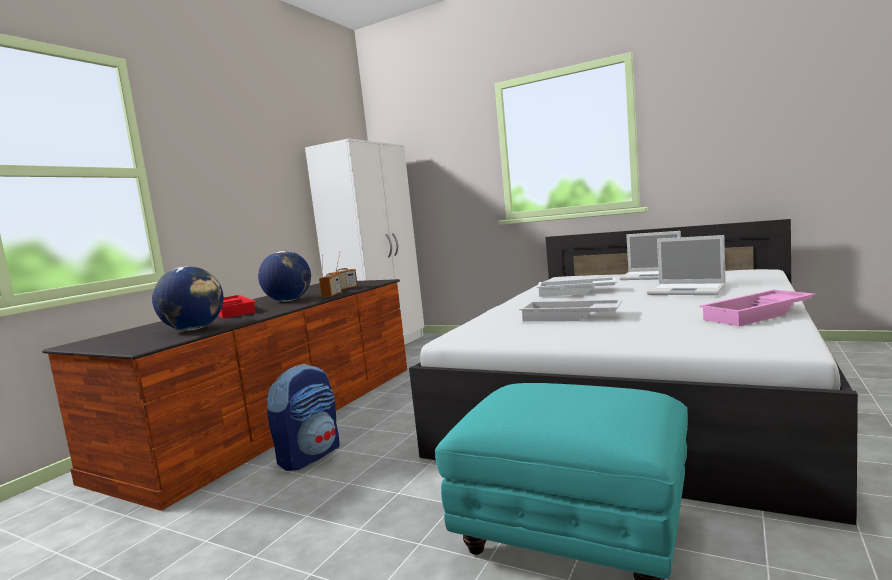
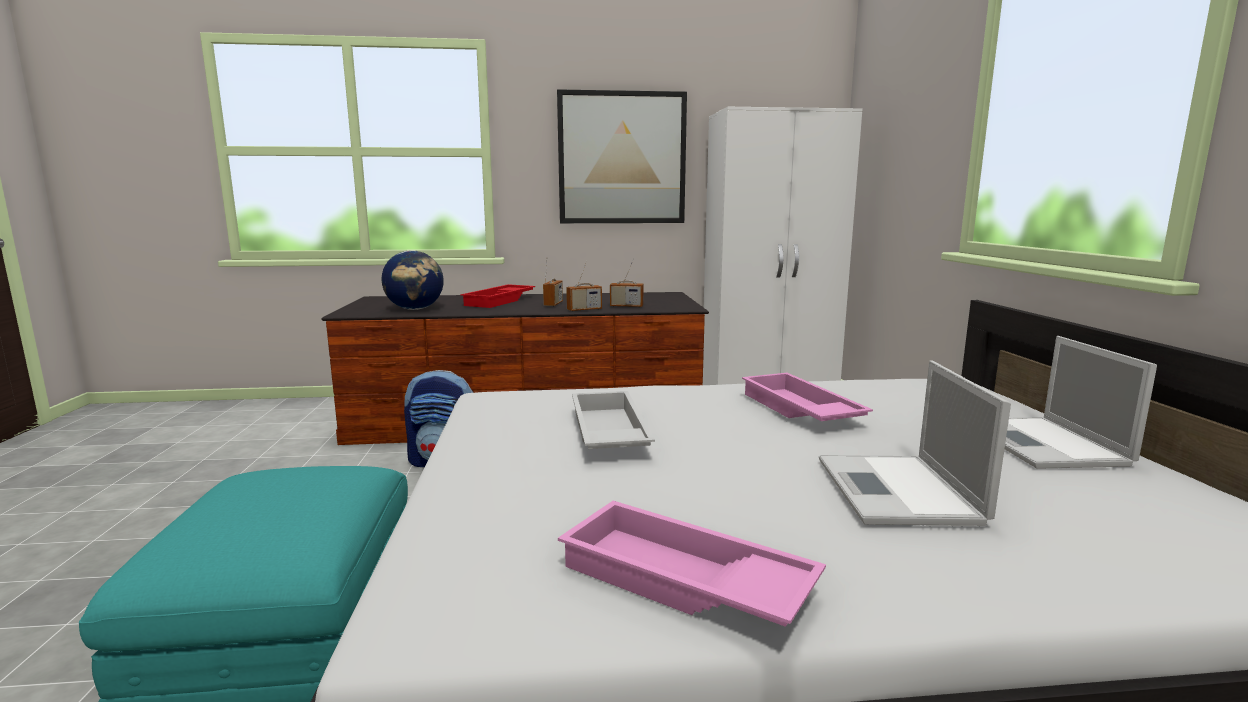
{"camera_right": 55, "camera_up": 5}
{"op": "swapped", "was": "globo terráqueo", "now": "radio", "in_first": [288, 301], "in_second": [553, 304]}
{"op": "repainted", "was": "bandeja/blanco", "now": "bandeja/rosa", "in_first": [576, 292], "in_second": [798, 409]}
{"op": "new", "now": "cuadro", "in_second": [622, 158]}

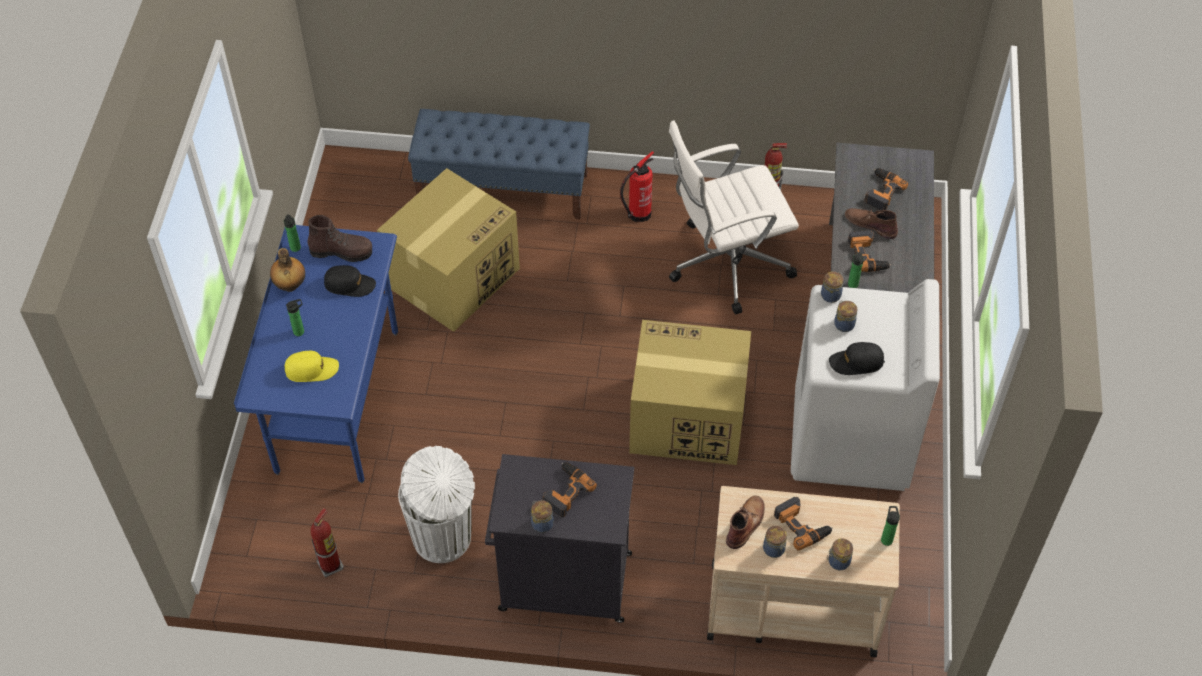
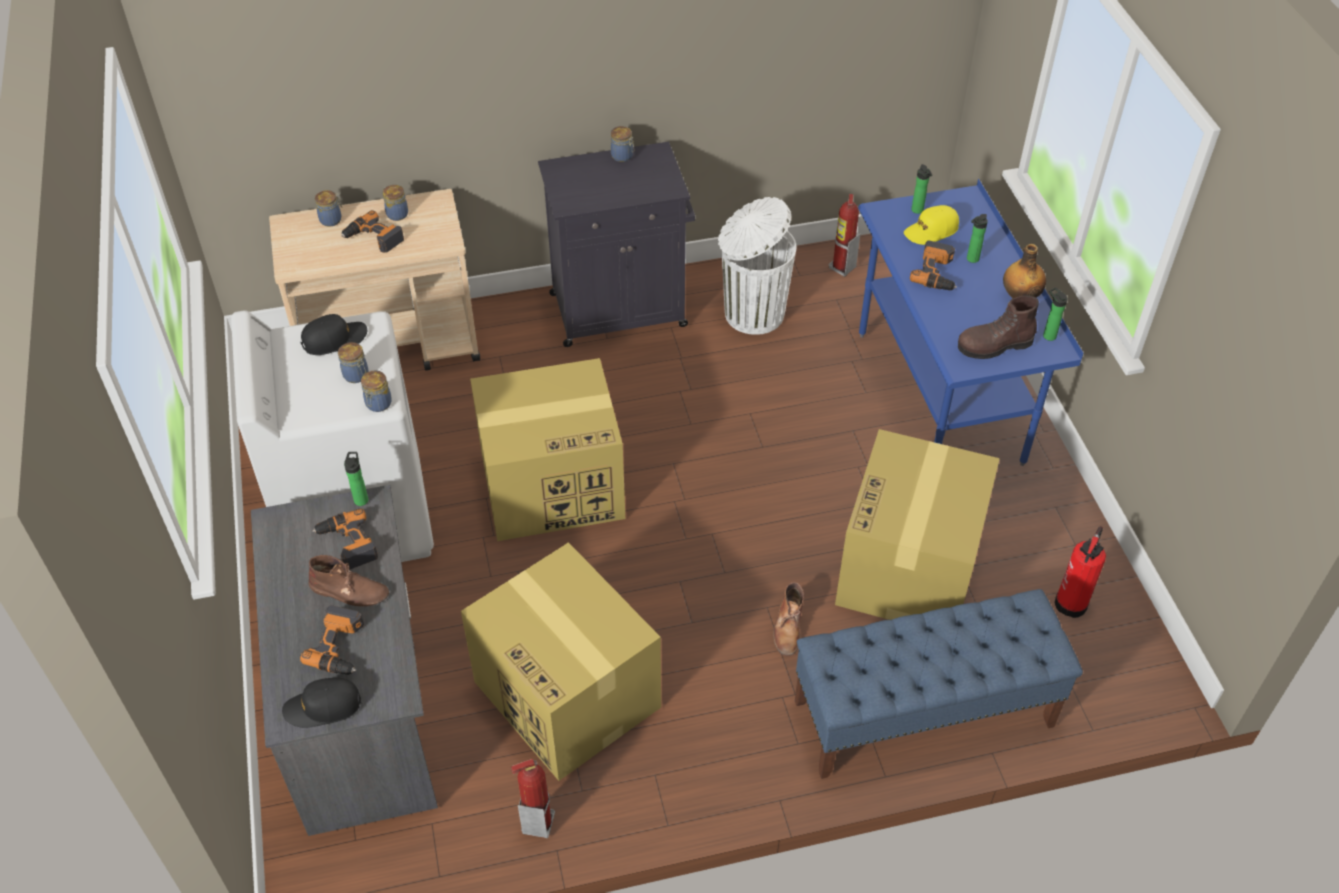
{"camera_right": 160, "camera_up": -5}
{"op": "shifted", "was": "gorra/negro", "in_first": [350, 284], "in_second": [323, 707]}
{"op": "shifted", "was": "taladro", "in_first": [565, 491], "in_second": [937, 272]}
{"op": "shifted", "was": "extintor", "in_first": [637, 214], "in_second": [1072, 602]}
{"op": "swapped", "was": "silla de oficina/blanco", "now": "caja de cartón", "in_first": [726, 263], "in_second": [569, 695]}
{"op": "shifted", "was": "bota/marrón", "in_first": [746, 523], "in_second": [788, 627]}
{"op": "shifted", "was": "botella", "in_first": [886, 538], "in_second": [918, 211]}

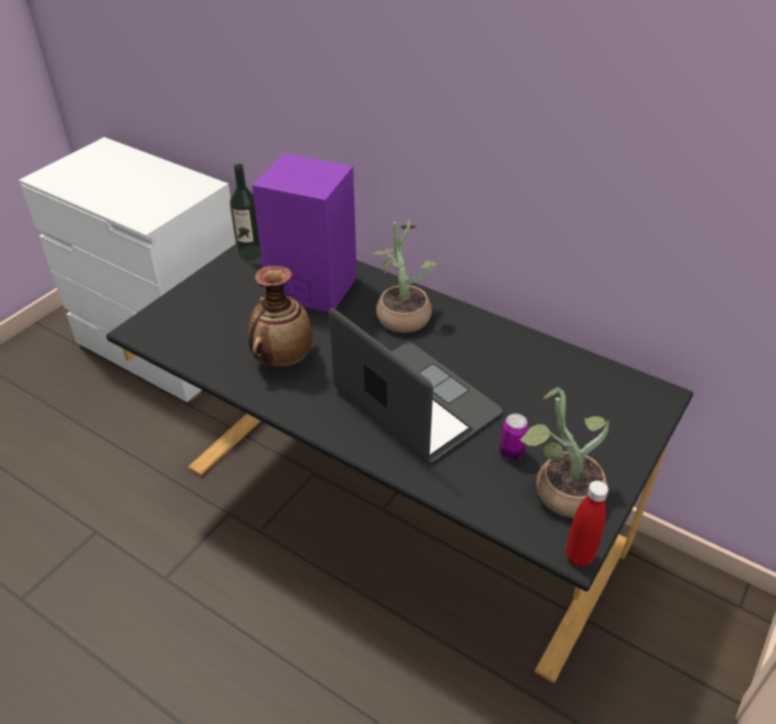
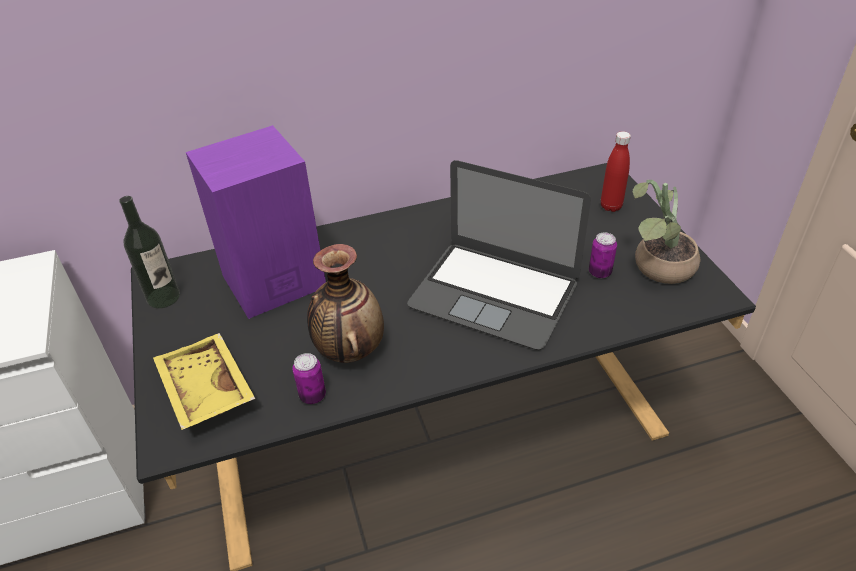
{"camera_right": -50, "camera_up": 0}
{"op": "rotated", "was": "portátil", "in_first": [415, 401], "in_second": [494, 293], "clockwise": -150}
{"op": "gone", "was": "planta en maceta", "in_first": [401, 313]}
{"op": "shifted", "was": "botella/rojo", "in_first": [579, 556], "in_second": [611, 206]}
{"op": "new", "now": "bandeja/amarillo", "in_second": [204, 390]}
{"op": "new", "now": "lata", "in_second": [312, 395]}

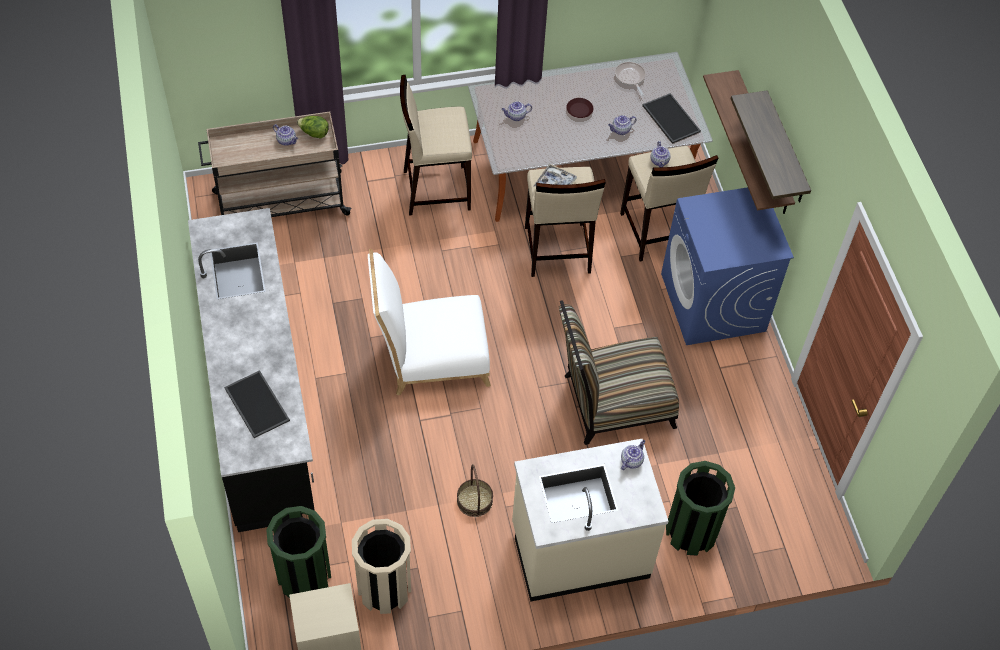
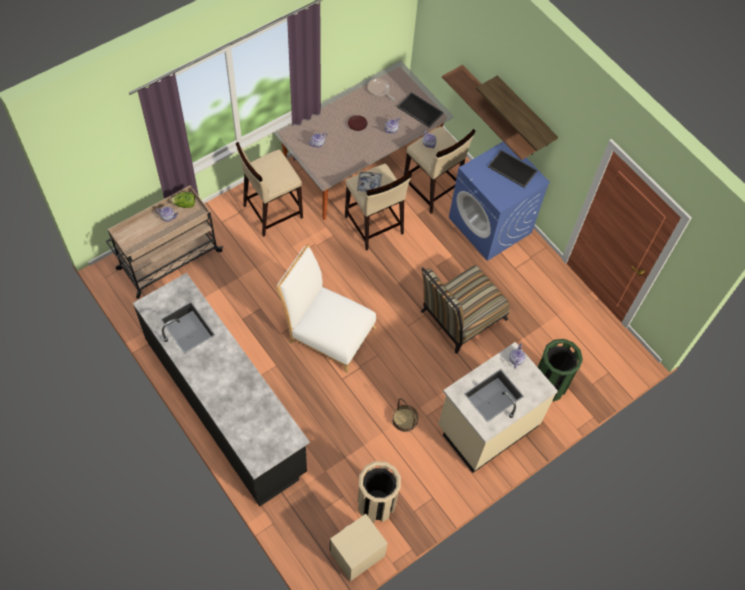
{"camera_right": -25, "camera_up": 5}
{"op": "shifted", "was": "bandeja", "in_first": [255, 404], "in_second": [511, 169]}
{"op": "gone", "was": "papelera/verde", "in_first": [304, 576]}
{"op": "rotated", "was": "silla/blanco", "in_first": [430, 357], "in_second": [327, 332], "clockwise": 60}

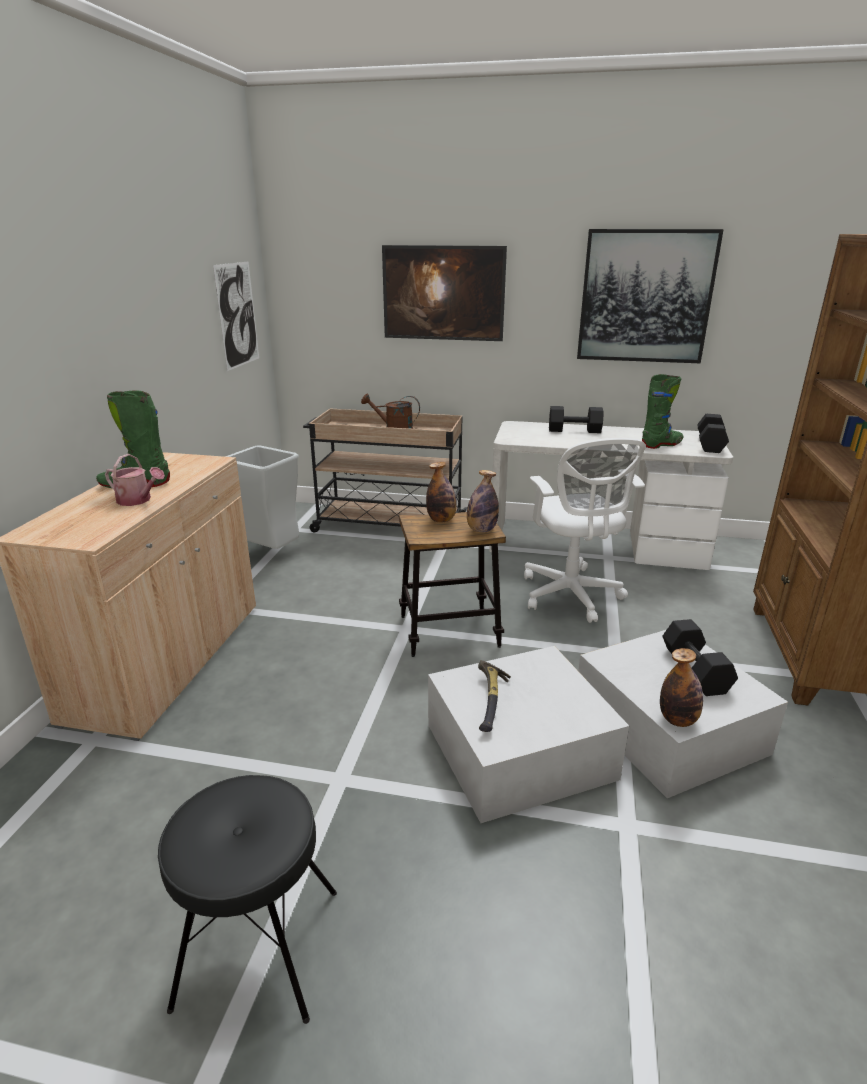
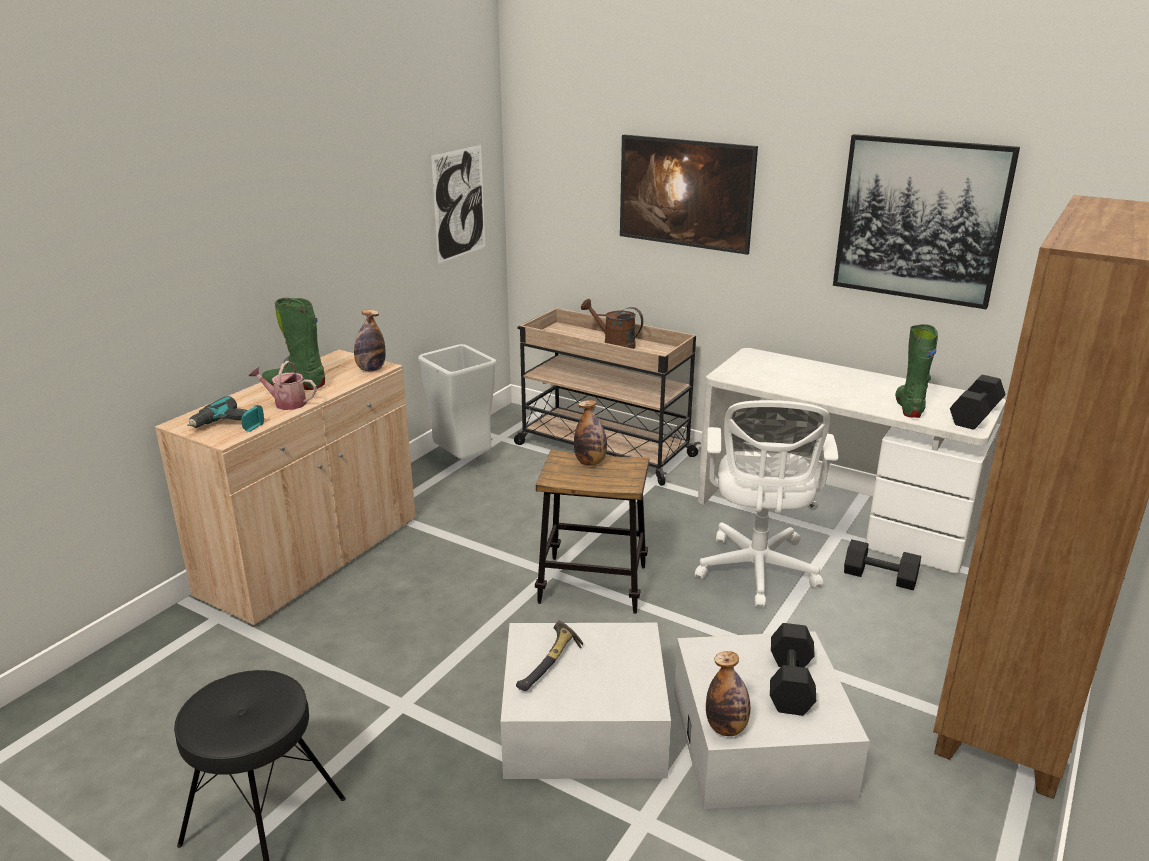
{"camera_right": 20, "camera_up": 0}
{"op": "rotated", "was": "regadera", "in_first": [138, 500], "in_second": [286, 403], "clockwise": 150}
{"op": "shifted", "was": "botella", "in_first": [481, 530], "in_second": [371, 369]}
{"op": "shifted", "was": "mancuerna/negro", "in_first": [574, 430], "in_second": [879, 577]}
{"op": "rotated", "was": "bota/verde", "in_first": [661, 445], "in_second": [909, 407], "clockwise": -75}
{"op": "new", "now": "taladro", "in_second": [229, 426]}

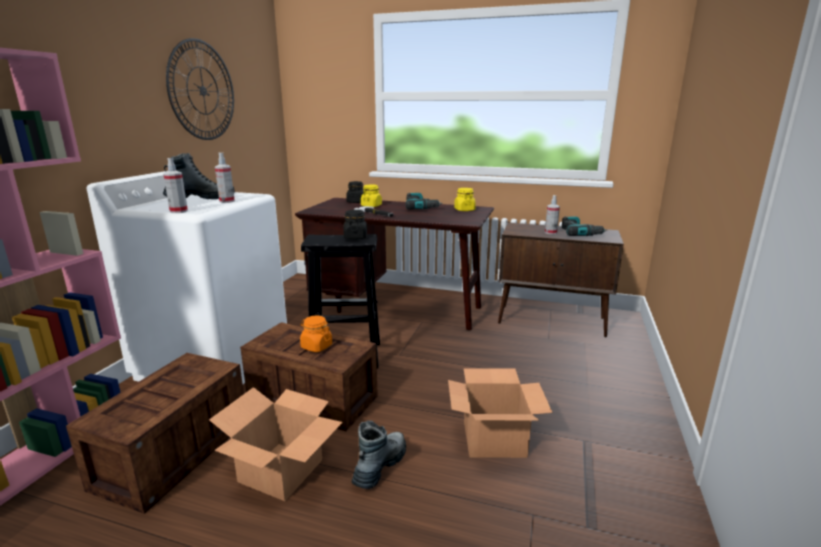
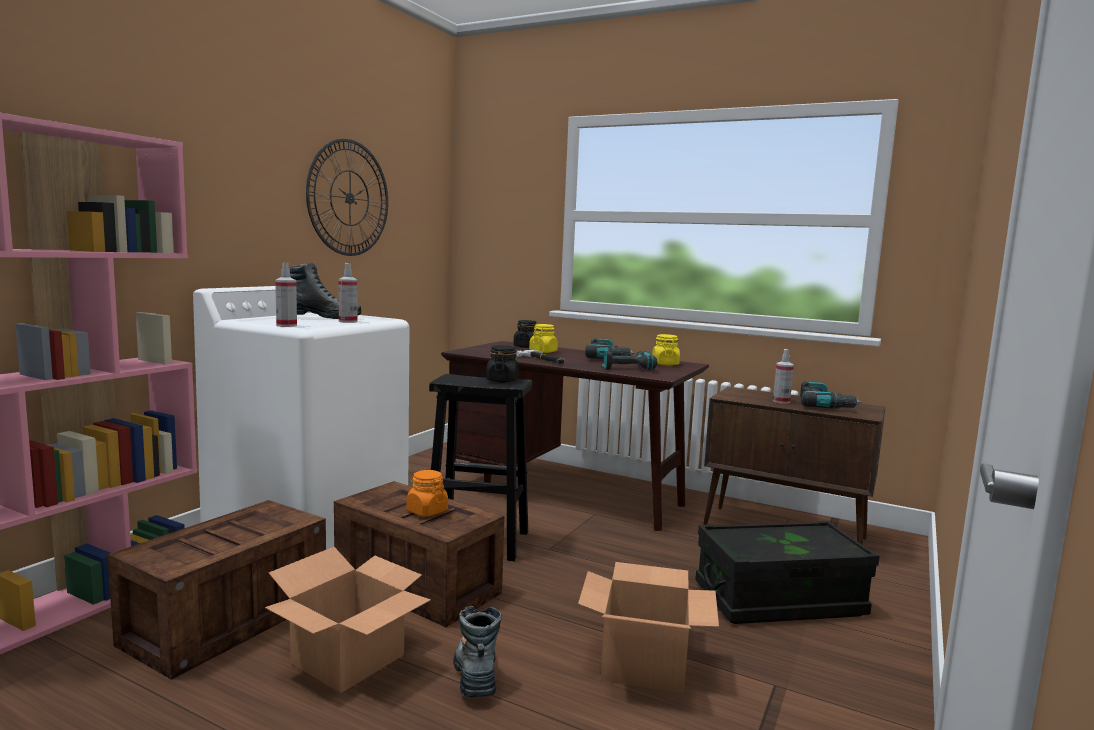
{"camera_right": 10, "camera_up": -10}
{"op": "rotated", "was": "bota", "in_first": [380, 466], "in_second": [476, 672], "clockwise": -45}
{"op": "new", "now": "taladro", "in_second": [627, 367]}
{"op": "new", "now": "caja de almacenaje/negro", "in_second": [779, 600]}

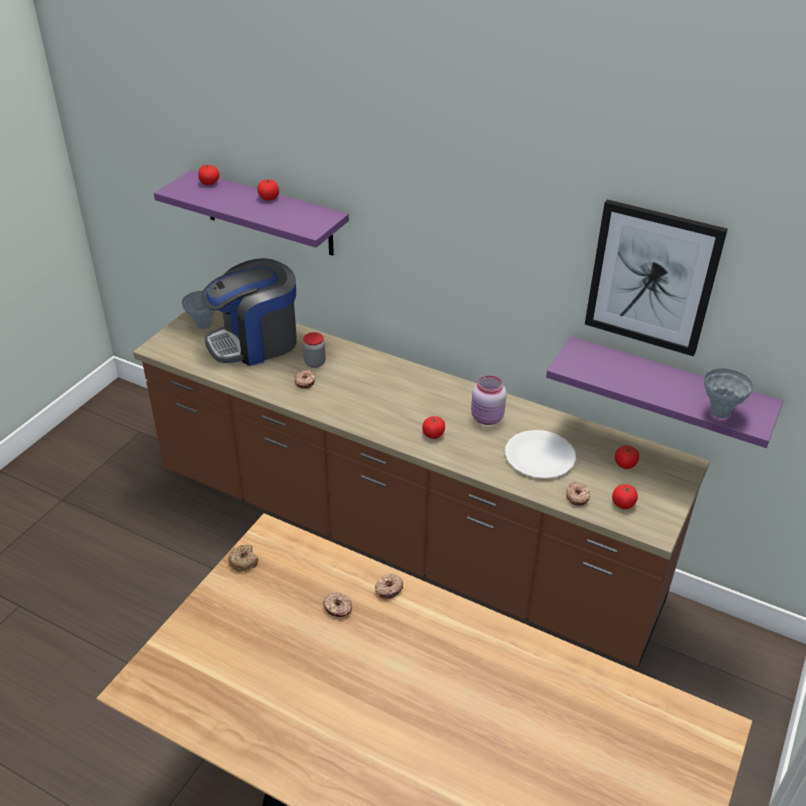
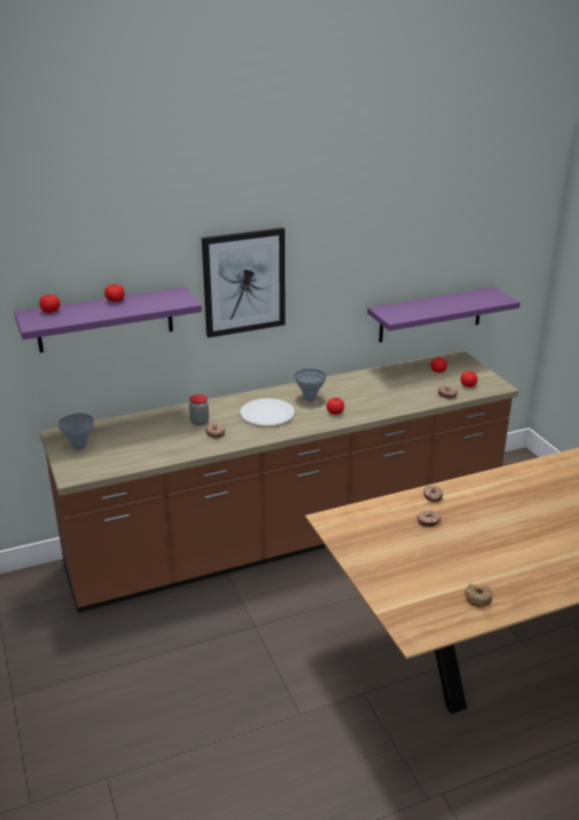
{"camera_right": -50, "camera_up": -10}
{"op": "gone", "was": "cafetera", "in_first": [255, 342]}
{"op": "shifted", "was": "rosquilla", "in_first": [243, 561], "in_second": [478, 599]}
{"op": "gone", "was": "tarro/rosa", "in_first": [487, 418]}
{"op": "shifted", "was": "plato/blanco", "in_first": [540, 456], "in_second": [267, 414]}
{"op": "shifted", "was": "cuadro", "in_first": [652, 278], "in_second": [244, 282]}
{"op": "shifted", "was": "florero/gris", "in_first": [719, 413], "in_second": [309, 399]}

